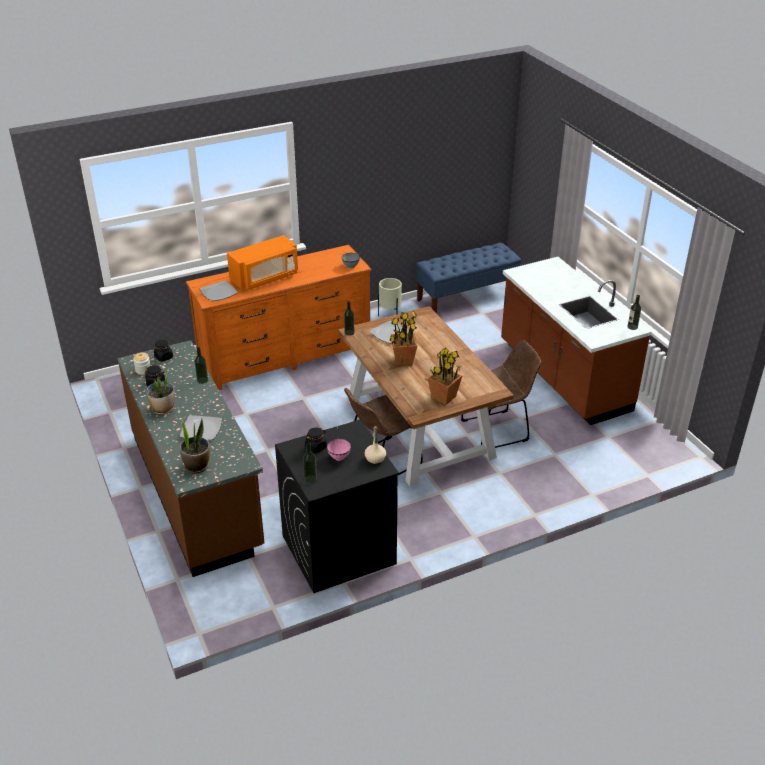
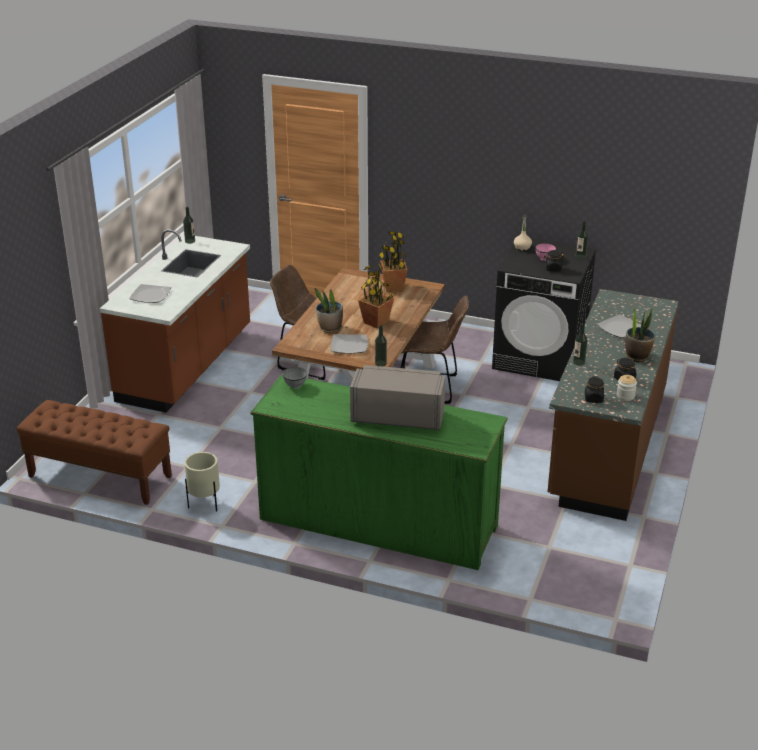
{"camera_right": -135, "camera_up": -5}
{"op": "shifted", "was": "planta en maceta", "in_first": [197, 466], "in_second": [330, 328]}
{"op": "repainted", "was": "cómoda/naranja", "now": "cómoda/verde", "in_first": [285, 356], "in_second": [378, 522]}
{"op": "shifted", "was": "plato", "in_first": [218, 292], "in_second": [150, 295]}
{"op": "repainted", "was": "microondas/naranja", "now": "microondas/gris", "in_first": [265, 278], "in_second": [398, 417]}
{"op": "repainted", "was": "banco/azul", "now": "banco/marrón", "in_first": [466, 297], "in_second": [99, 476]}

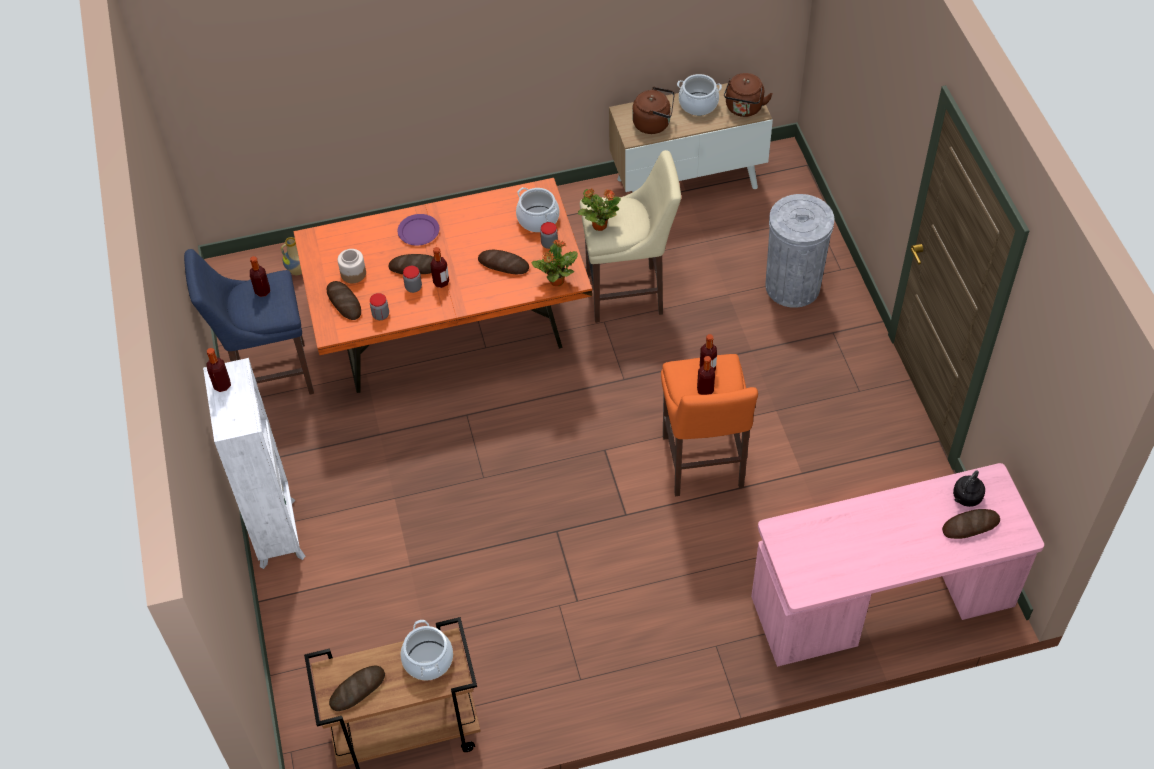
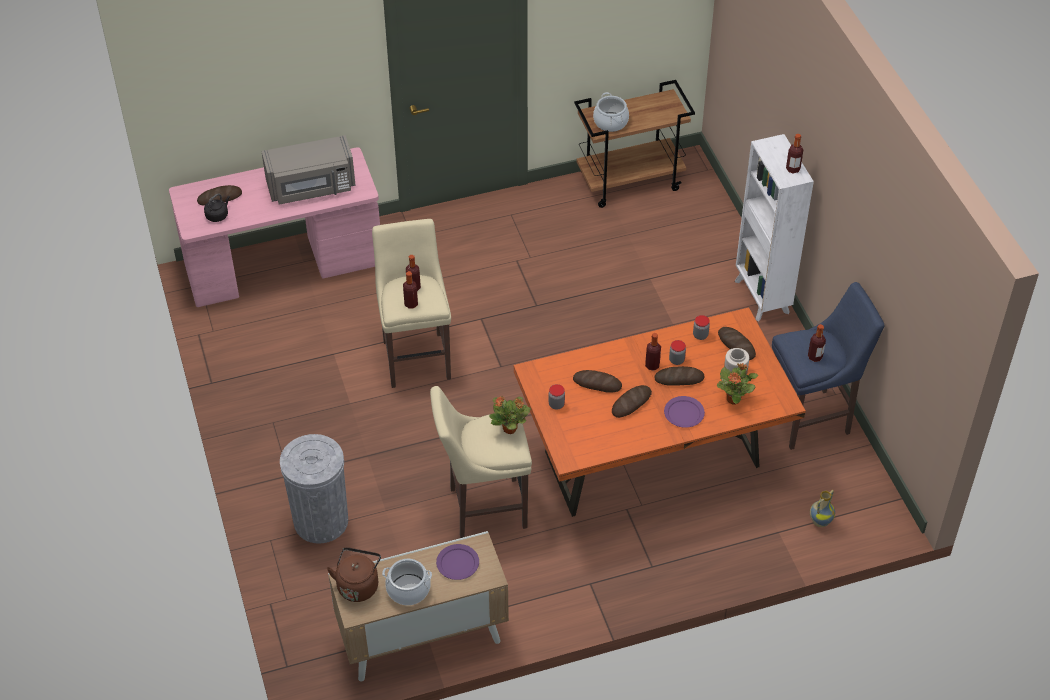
{"camera_right": 175, "camera_up": -5}
{"op": "shifted", "was": "pan", "in_first": [357, 690], "in_second": [631, 403]}
{"op": "gone", "was": "olla", "in_first": [538, 219]}
{"op": "shifted", "was": "planta en maceta", "in_first": [556, 281], "in_second": [734, 399]}
{"op": "swapped", "was": "hervidor/marrón", "now": "plato/morado", "in_first": [654, 123], "in_second": [457, 563]}
{"op": "repainted", "was": "taburete/naranja", "now": "taburete/beis", "in_first": [703, 466], "in_second": [416, 356]}
{"op": "new", "now": "microondas/gris", "in_second": [311, 187]}

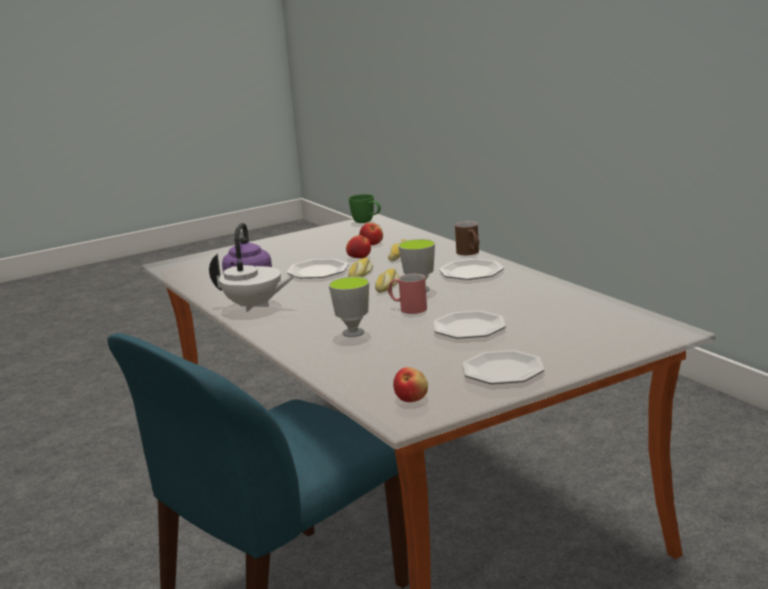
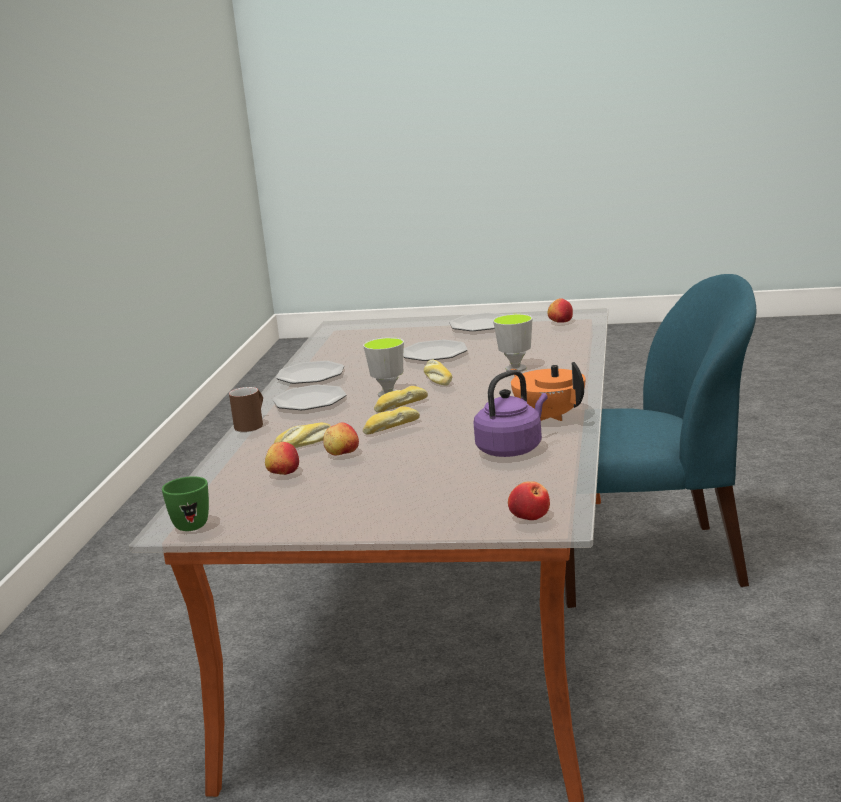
{"camera_right": -140, "camera_up": 0}
{"op": "repainted", "was": "tetera/blanco", "now": "tetera/naranja", "in_first": [254, 306], "in_second": [549, 416]}
{"op": "shifted", "was": "plato", "in_first": [318, 271], "in_second": [310, 375]}
{"op": "swapped", "was": "taza grande/rojo", "now": "pan", "in_first": [407, 308], "in_second": [436, 379]}
{"op": "new", "now": "manzana", "in_second": [530, 516]}

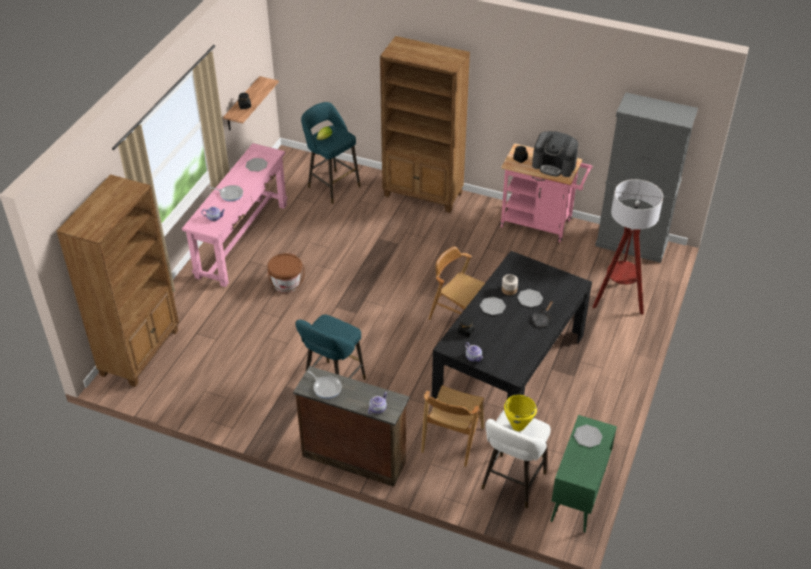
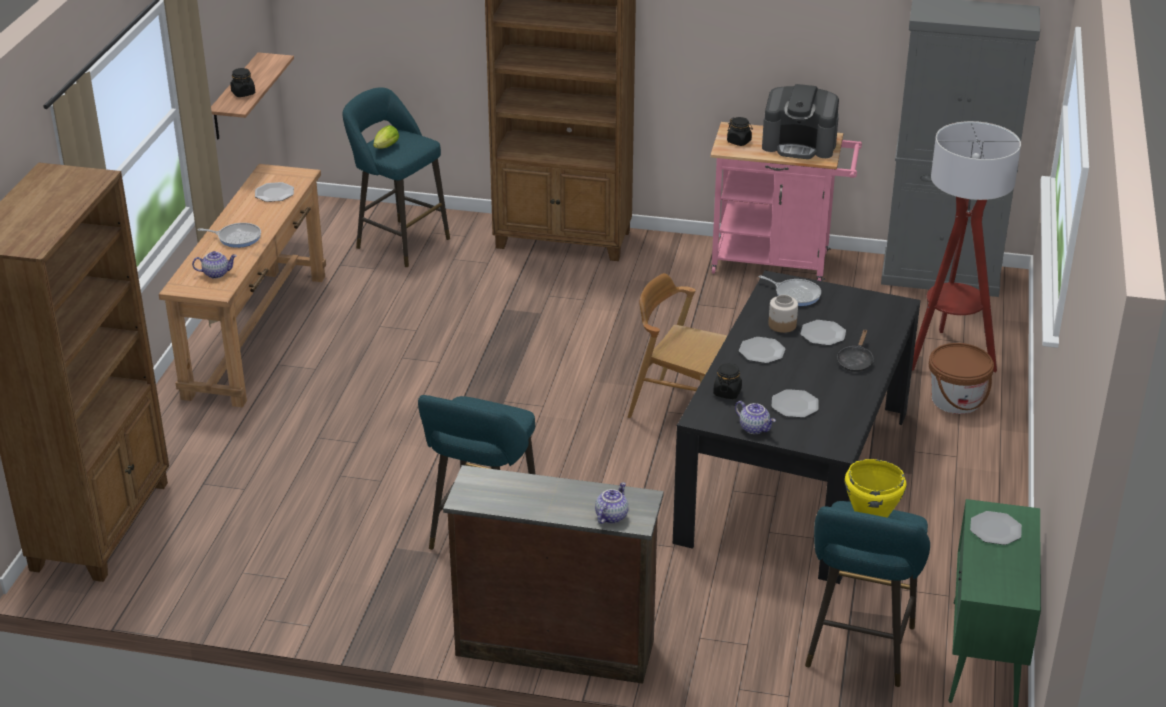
{"camera_right": -10, "camera_up": -10}
{"op": "repainted", "was": "mesa consola/rosa", "now": "mesa consola/marrón", "in_first": [242, 240], "in_second": [257, 335]}
{"op": "shifted", "was": "cubo/marrón", "in_first": [286, 283], "in_second": [956, 400]}
{"op": "shifted", "was": "sartén", "in_first": [326, 387], "in_second": [795, 294]}
{"op": "gone", "was": "silla/marrón", "in_first": [452, 440]}
{"op": "repainted", "was": "taburete/blanco", "now": "taburete/turquesa", "in_first": [512, 484], "in_second": [858, 651]}
{"op": "new", "now": "plato", "in_second": [794, 405]}

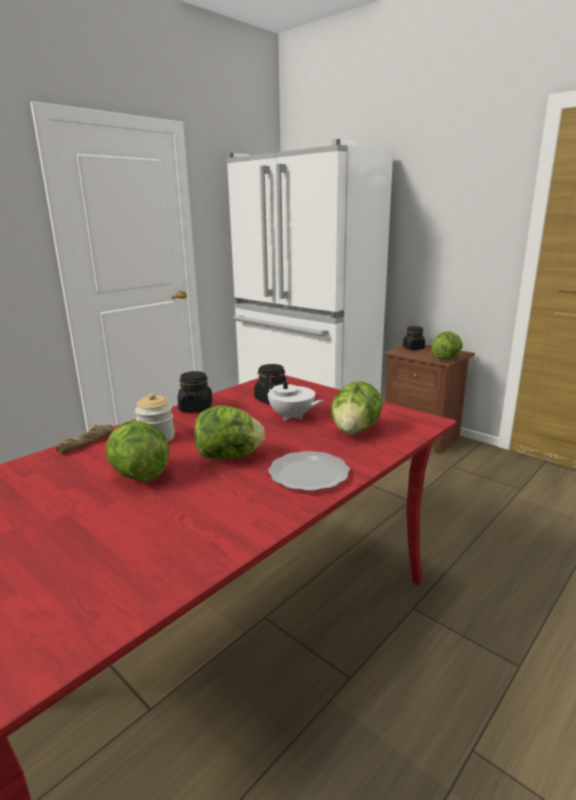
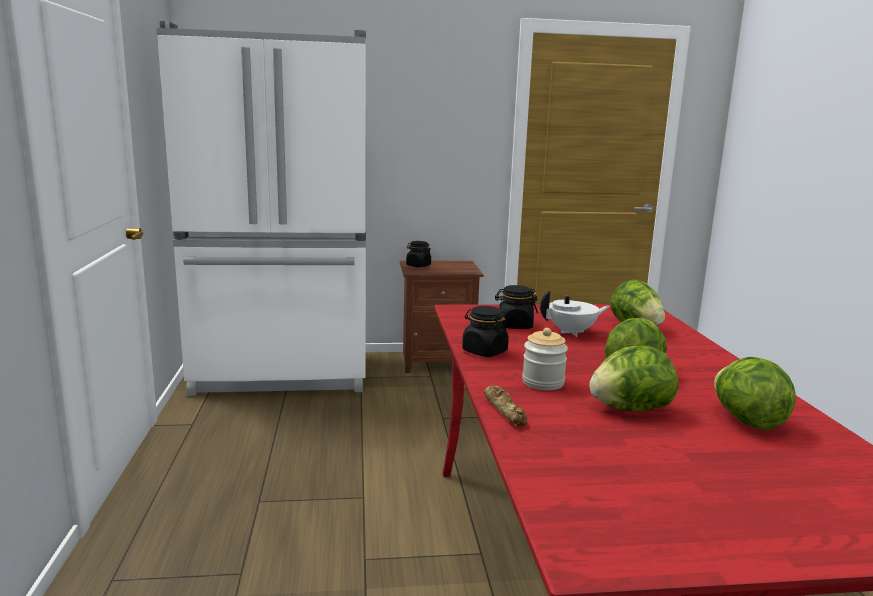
{"camera_right": -50, "camera_up": -5}
{"op": "gone", "was": "plato", "in_first": [308, 473]}
{"op": "shifted", "was": "lechuga", "in_first": [446, 358], "in_second": [746, 421]}

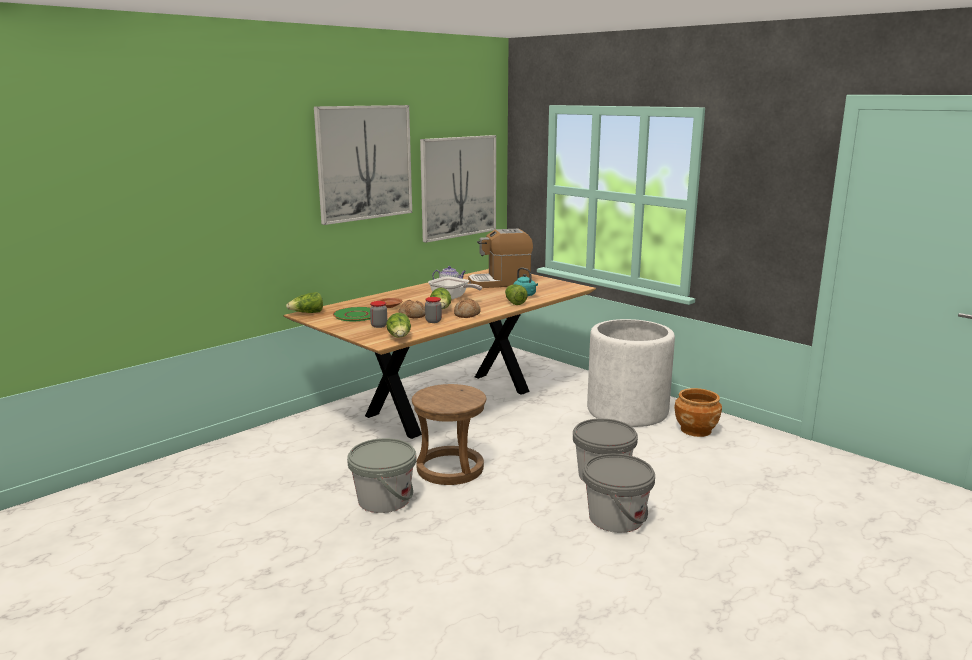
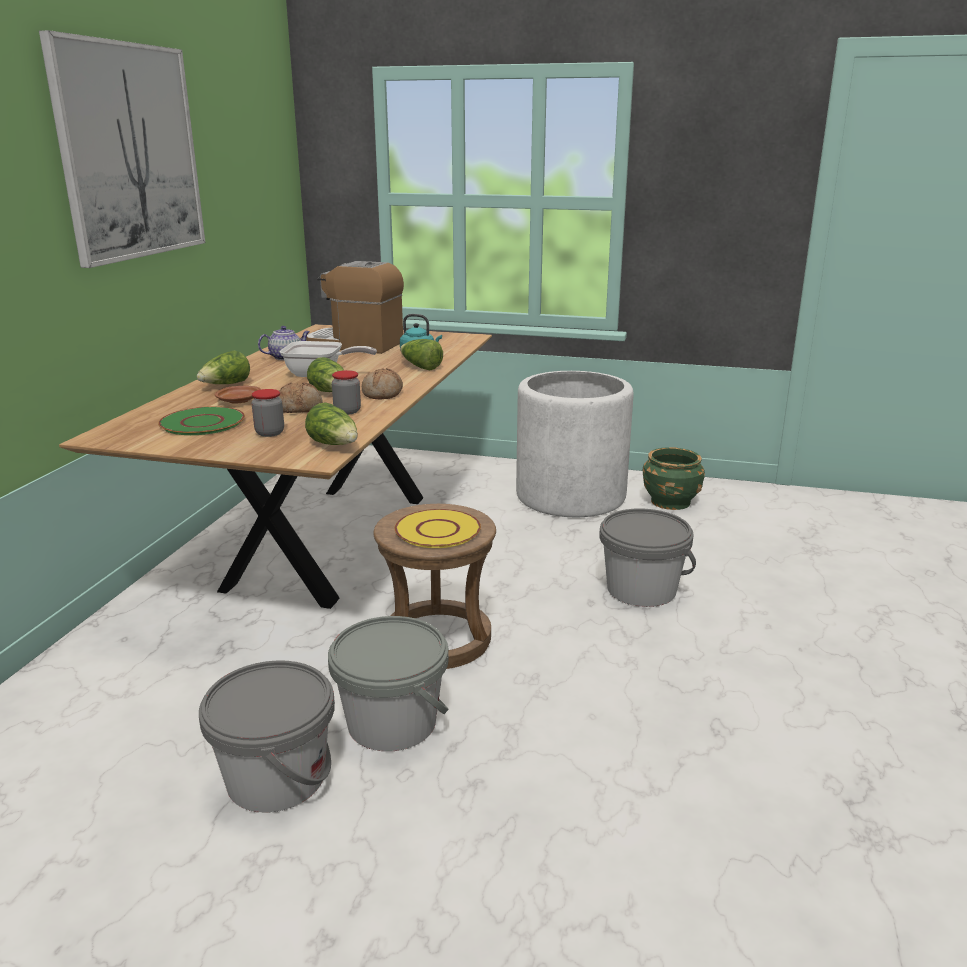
{"camera_right": -30, "camera_up": 5}
{"op": "shifted", "was": "lechuga", "in_first": [307, 313], "in_second": [226, 385]}
{"op": "gone", "was": "cuadro", "in_first": [458, 187]}
{"op": "rotated", "was": "cafetera", "in_first": [500, 283], "in_second": [355, 345], "clockwise": 60}
{"op": "shifted", "was": "cubo/gris", "in_first": [616, 518], "in_second": [276, 778]}
{"op": "repainted", "was": "maceta/marrón", "now": "maceta/verde", "in_first": [696, 430], "in_second": [670, 501]}
{"op": "new", "now": "plato/amarillo", "in_second": [438, 530]}

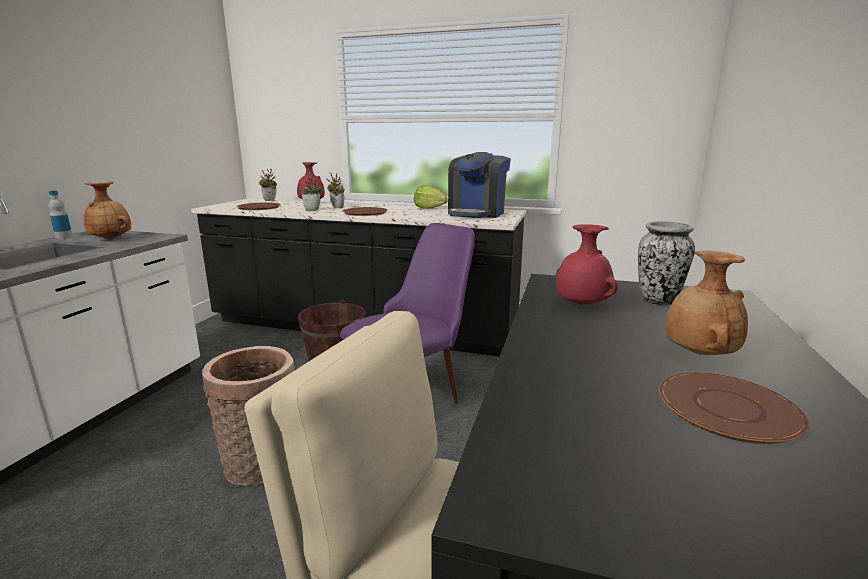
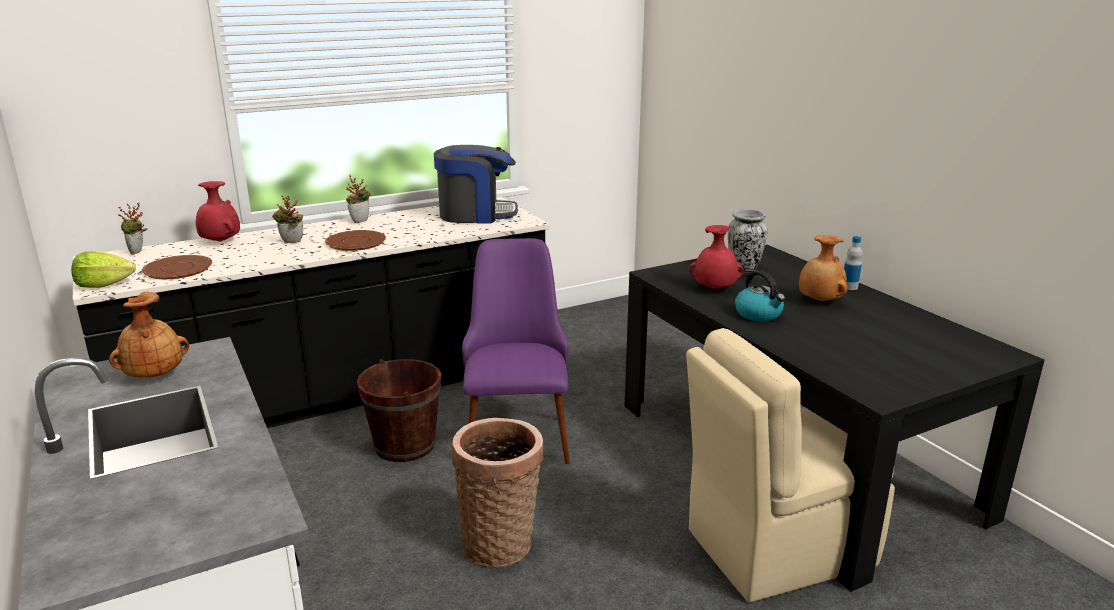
{"camera_right": -45, "camera_up": 5}
{"op": "shifted", "was": "botella", "in_first": [64, 237], "in_second": [849, 287]}
{"op": "shifted", "was": "planta en maceta", "in_first": [313, 210], "in_second": [360, 220]}
{"op": "shifted", "was": "lechuga", "in_first": [429, 208], "in_second": [104, 285]}
{"op": "rotated", "was": "cafetera", "in_first": [477, 214], "in_second": [476, 214], "clockwise": -75}
{"op": "gone", "was": "plato/marrón", "in_first": [727, 407]}
{"op": "new", "now": "hervidor", "in_second": [759, 314]}

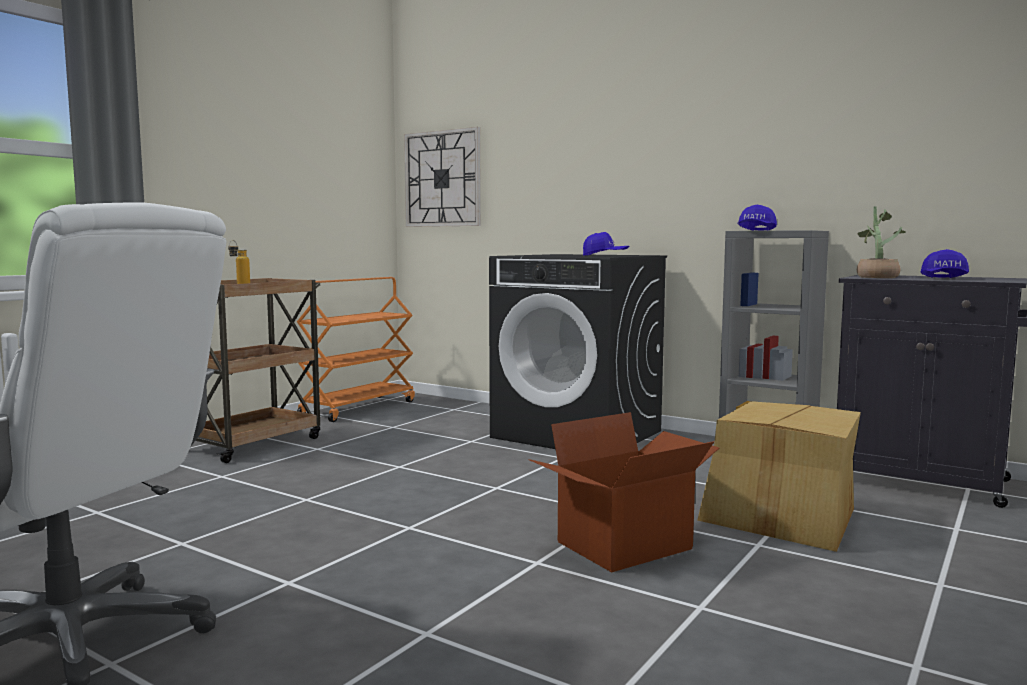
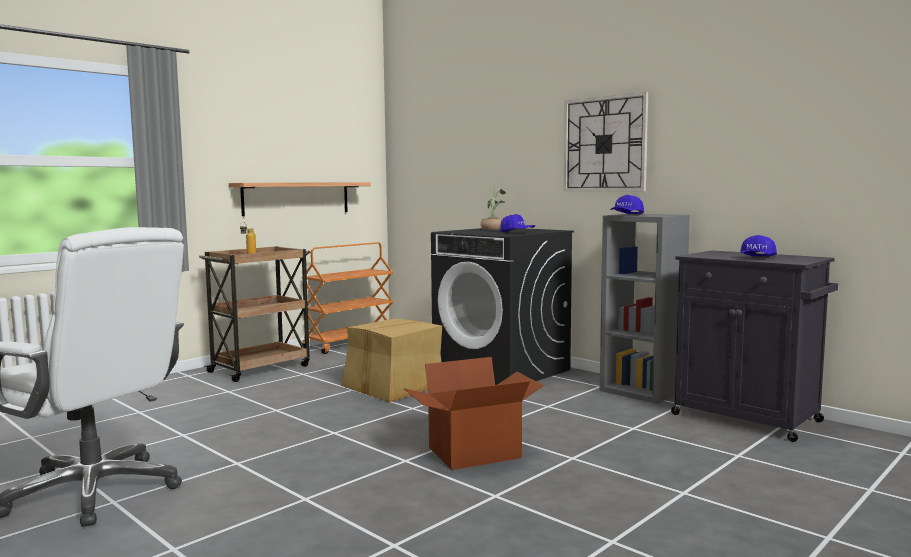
{"camera_right": 10, "camera_up": 0}
{"op": "shifted", "was": "reloj de pared", "in_first": [442, 179], "in_second": [604, 144]}
{"op": "shifted", "was": "caja de cartón", "in_first": [782, 517], "in_second": [392, 387]}
{"op": "shifted", "was": "planta en maceta", "in_first": [876, 277], "in_second": [493, 228]}
{"op": "new", "now": "estante", "in_second": [297, 198]}

